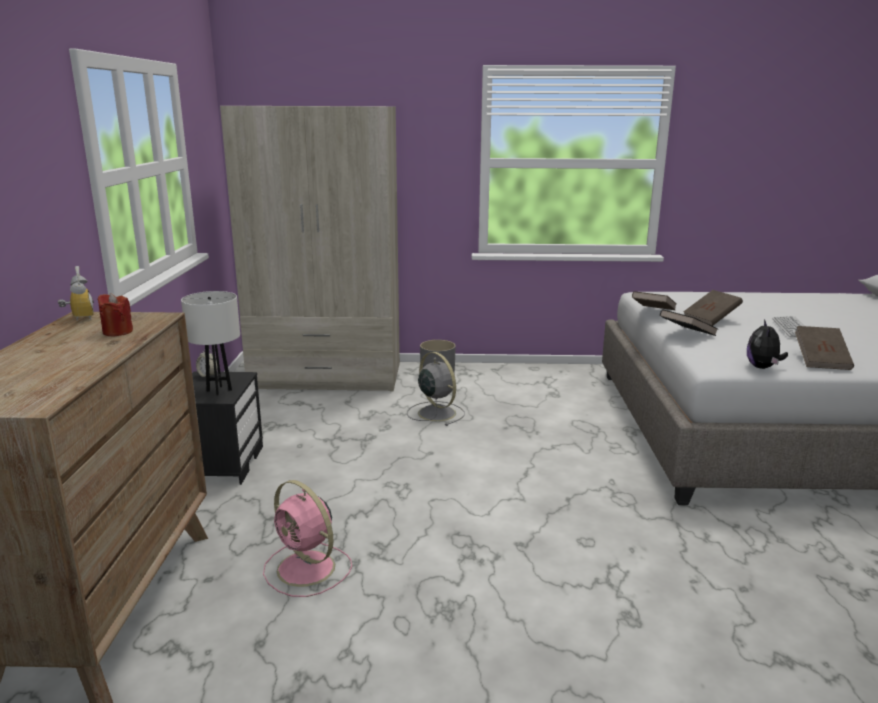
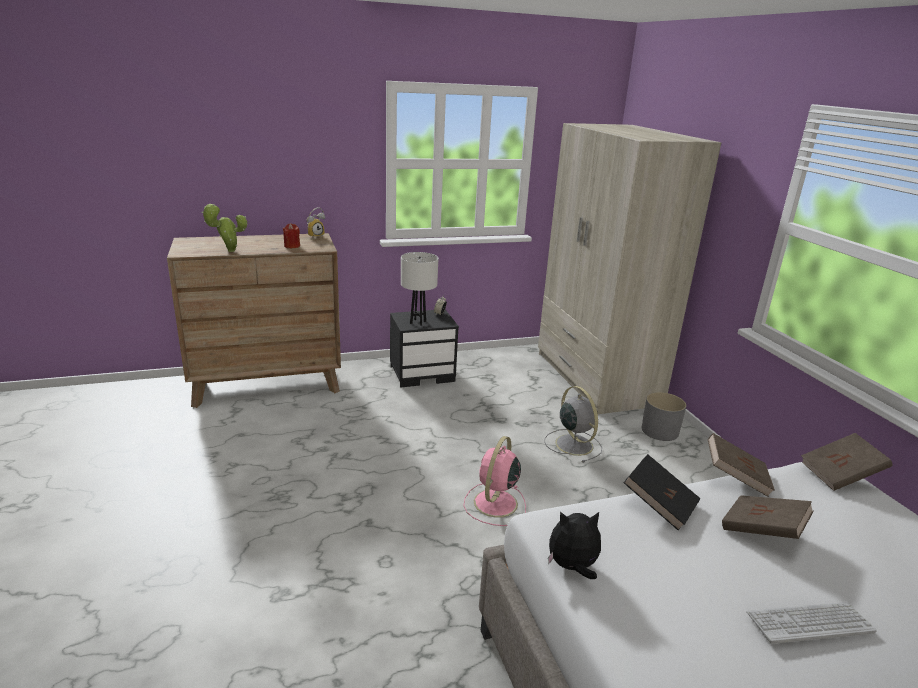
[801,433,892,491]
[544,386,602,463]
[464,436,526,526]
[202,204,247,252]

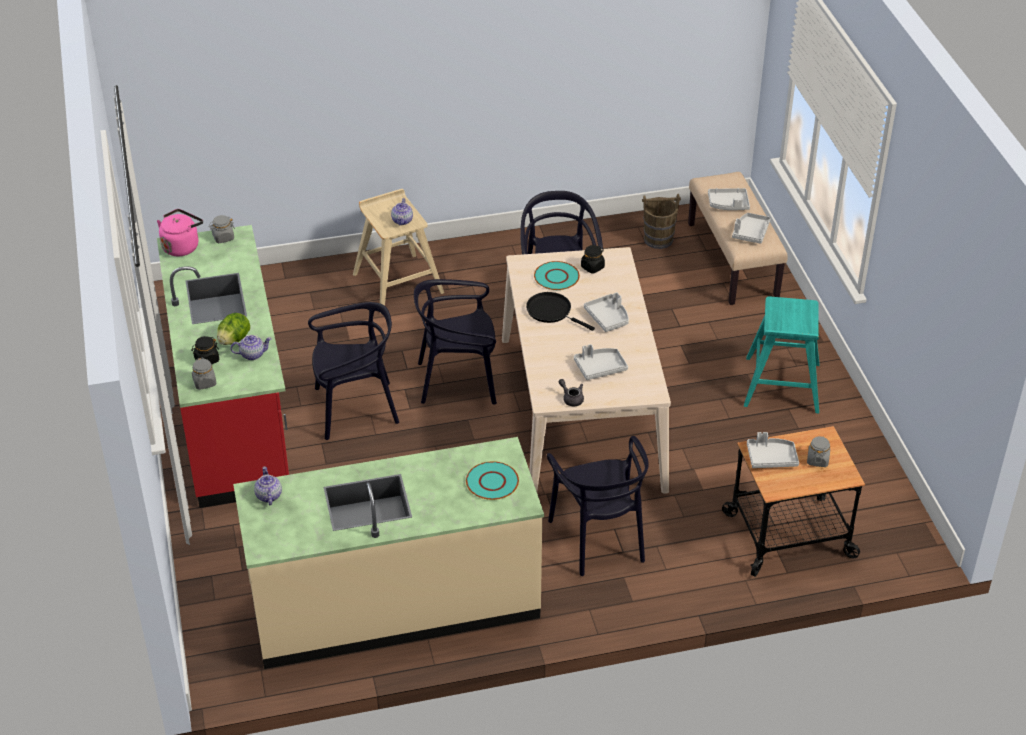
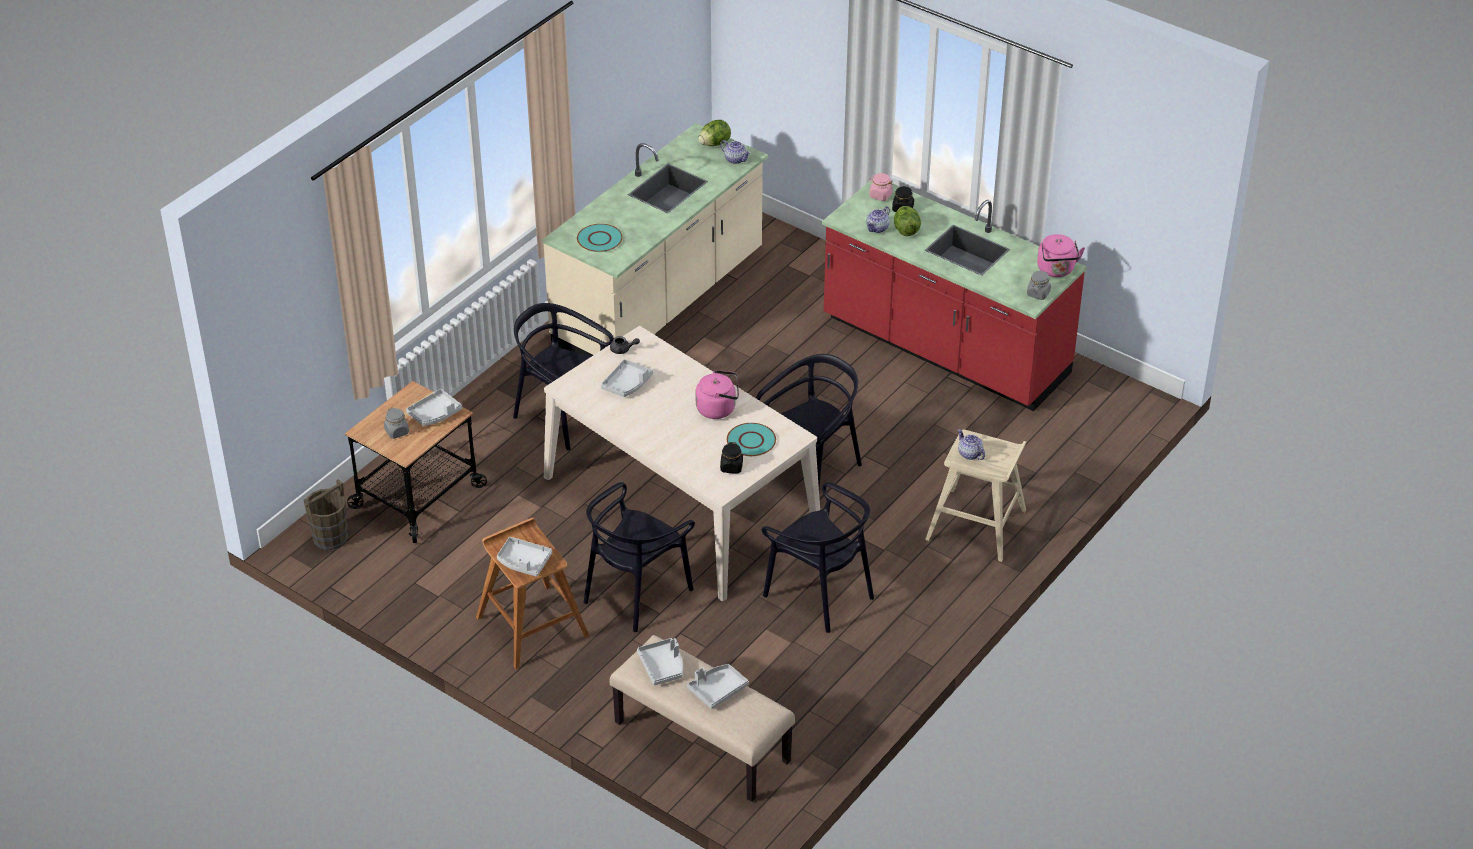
[304,479,348,550]
[696,370,739,419]
[497,537,552,577]
[476,518,589,669]
[584,482,695,632]
[869,173,893,201]
[698,120,731,146]

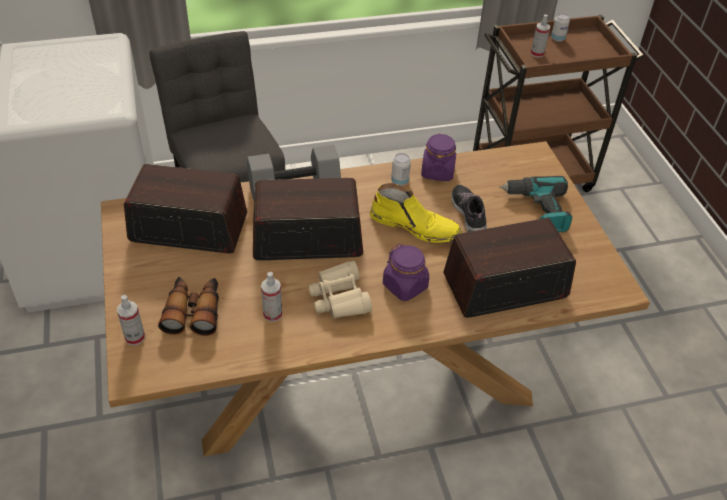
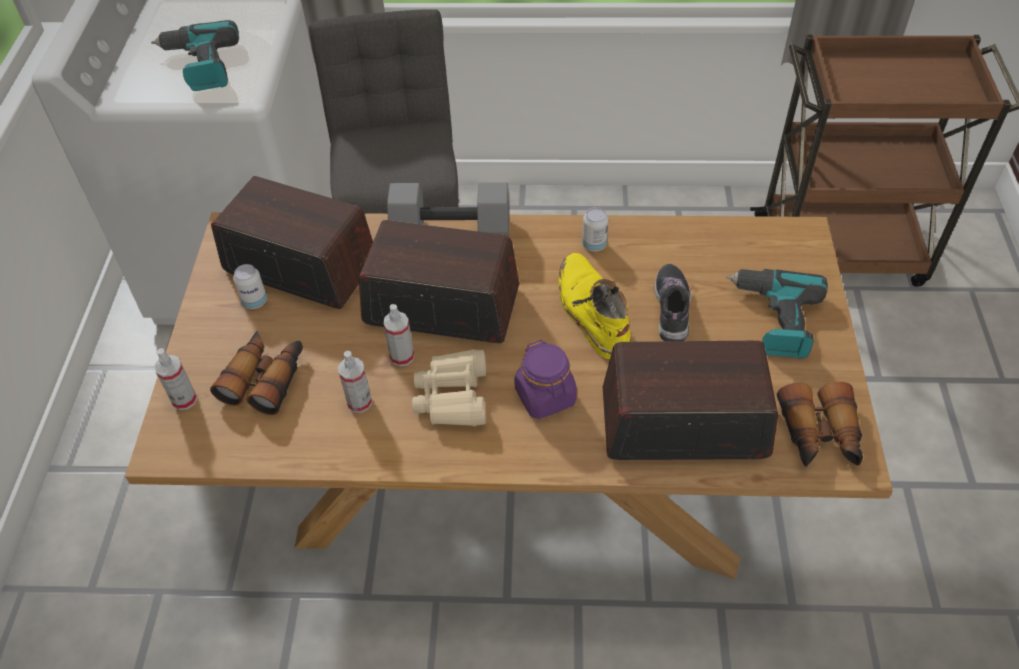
[233,264,267,309]
[383,304,414,366]
[421,133,456,181] (first image)
[559,253,631,359]
[151,20,239,91]
[777,382,863,467]

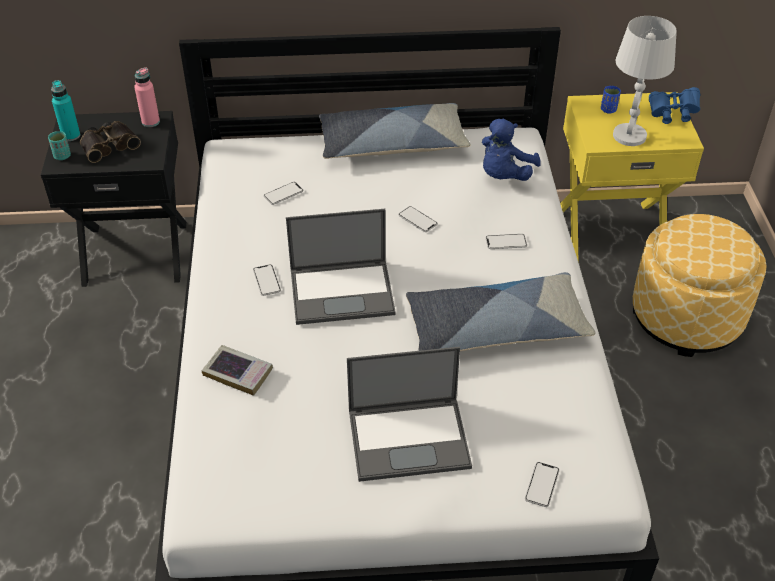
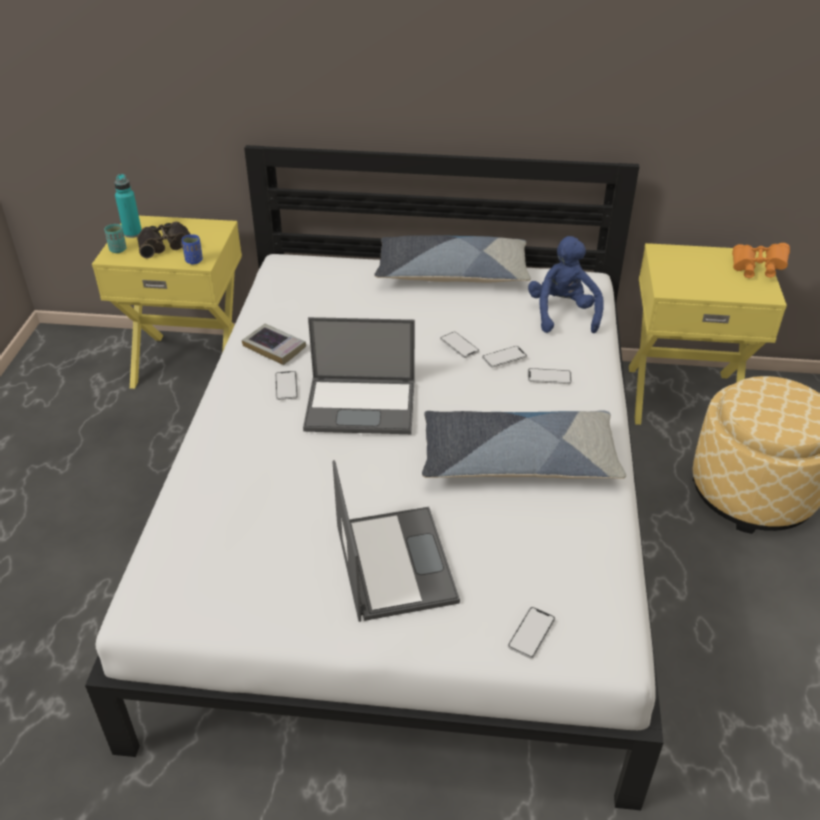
[613,16,677,146] (first image)
[134,67,160,127] (first image)
[182,234,203,264]
[732,243,790,278]
[92,216,242,389]
[528,236,604,333]
[482,346,527,368]
[242,323,306,365]
[333,460,460,622]

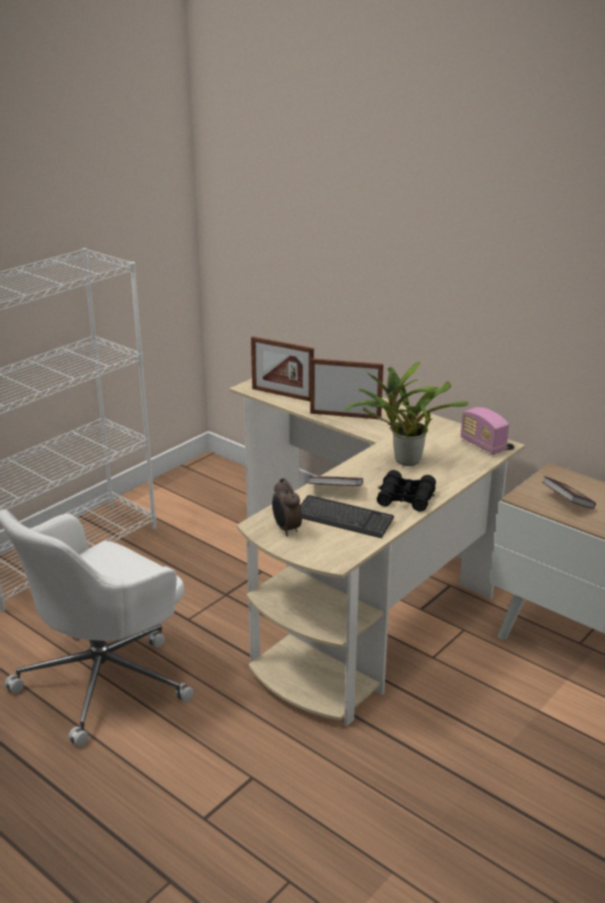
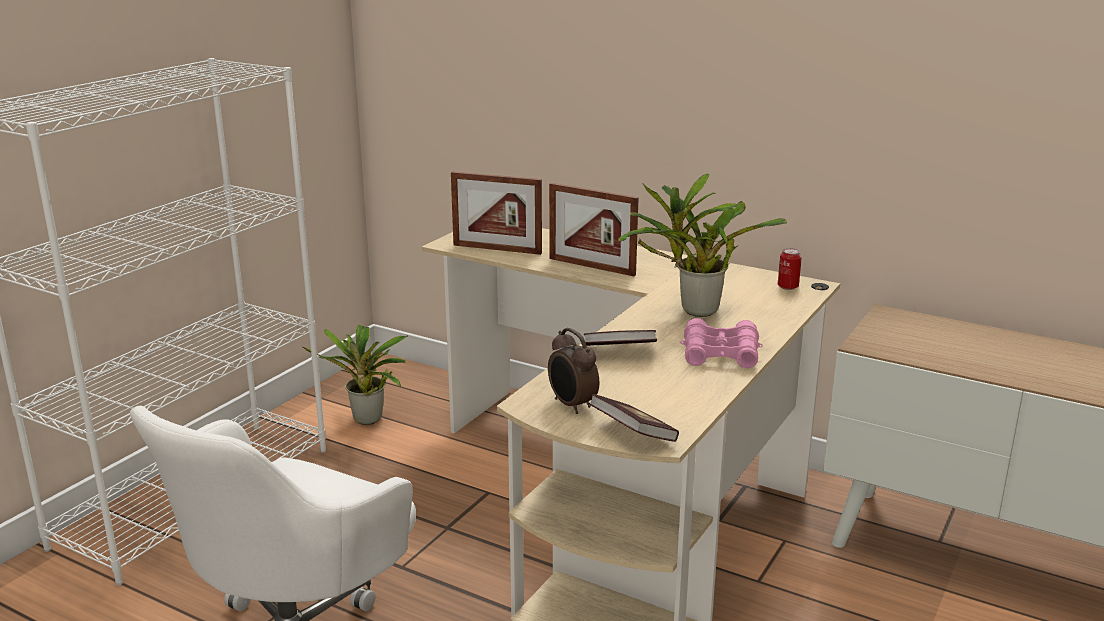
[549,183,639,276]
[778,248,802,290]
[680,318,763,368]
[589,394,679,442]
[300,495,394,538] (first image)
[303,324,408,425]

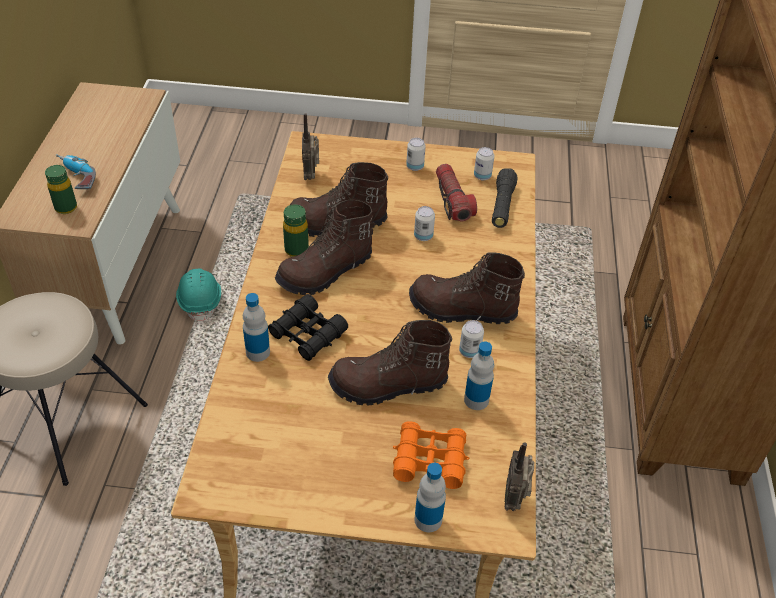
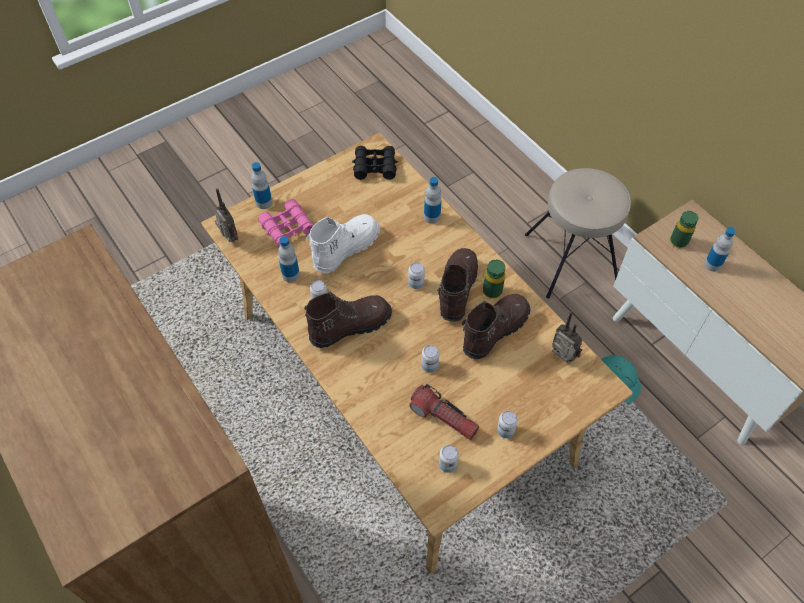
[704,227,736,272]
[492,168,518,228] (first image)
[352,146,398,180]
[306,214,380,273]
[258,199,314,247]
[408,262,425,289]

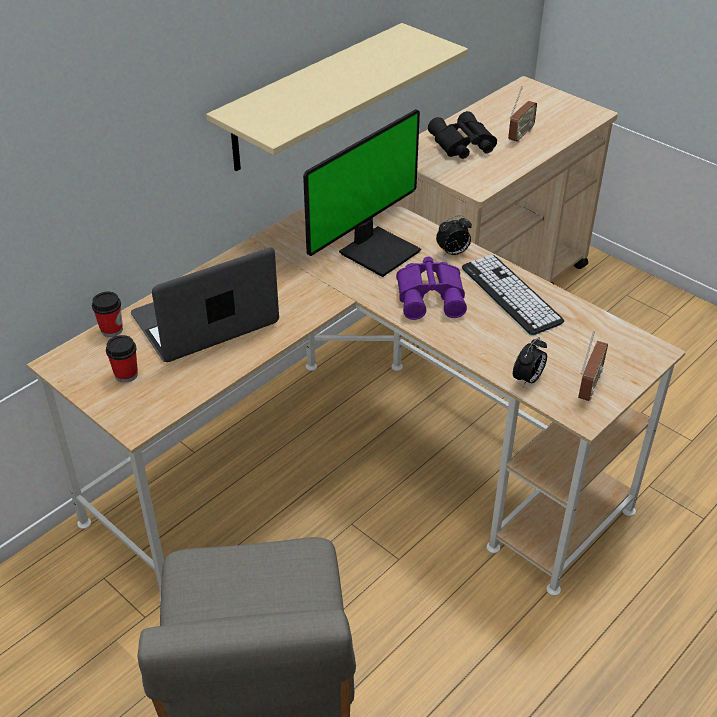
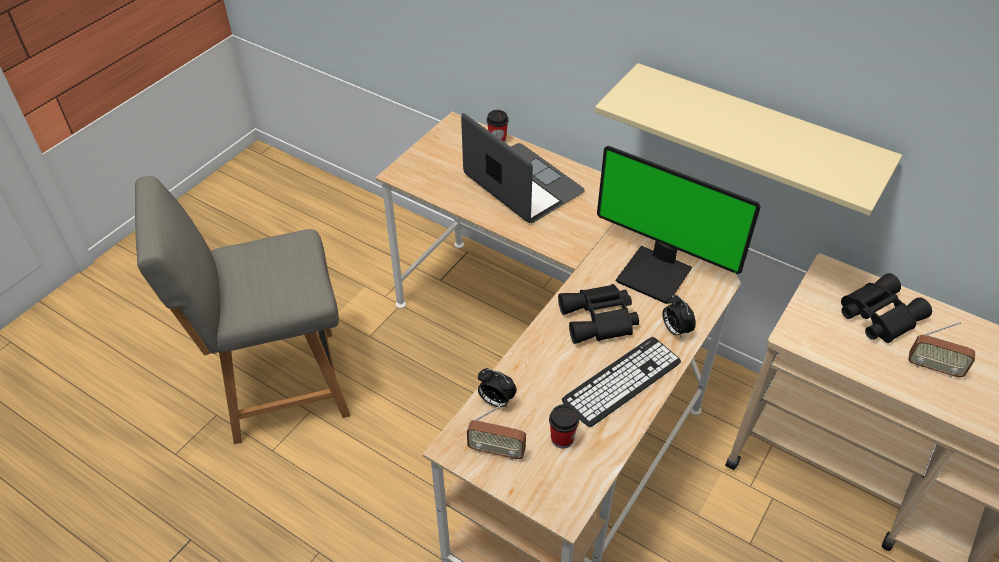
[558,284,639,344]
[549,404,579,448]

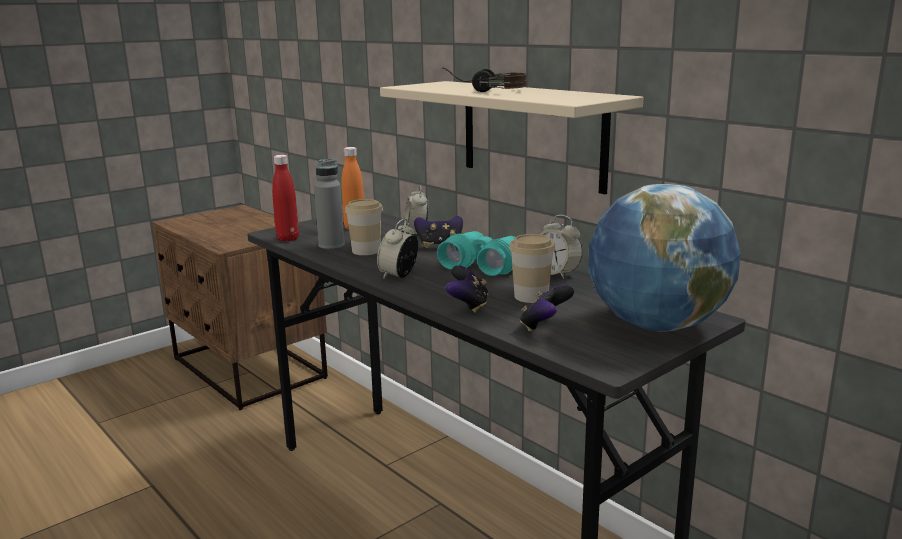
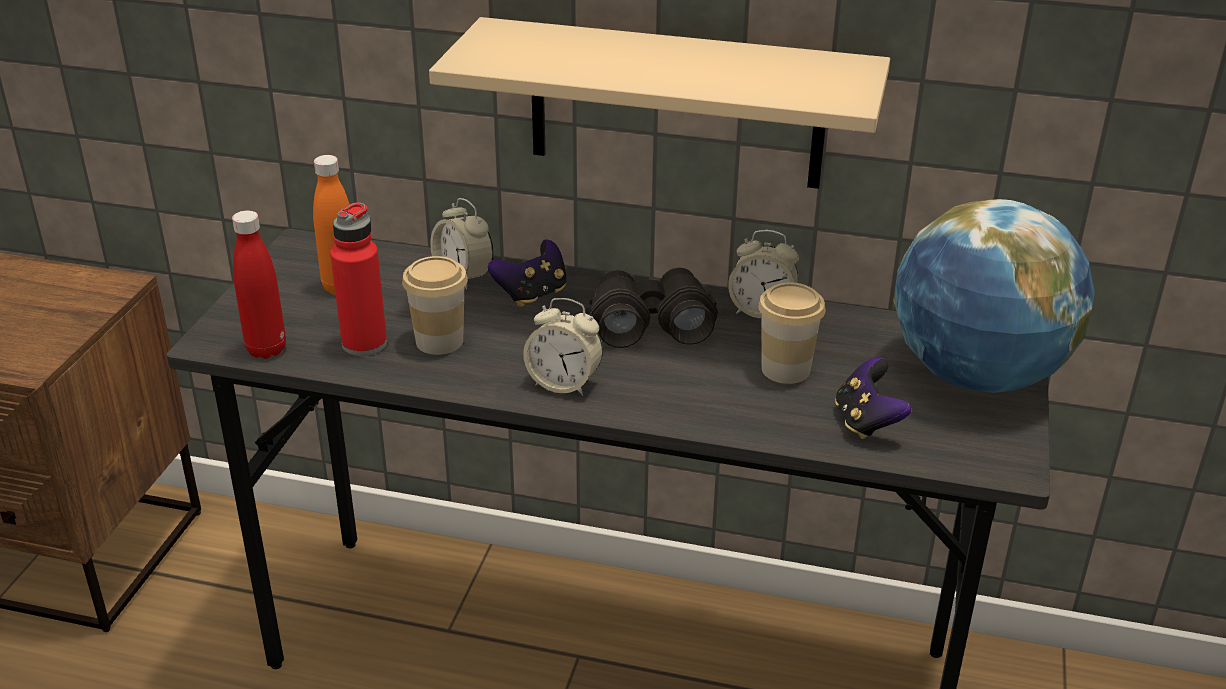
[442,67,527,92] (first image)
[330,202,387,356]
[523,298,603,396]
[586,268,718,348]
[446,265,488,313] (first image)

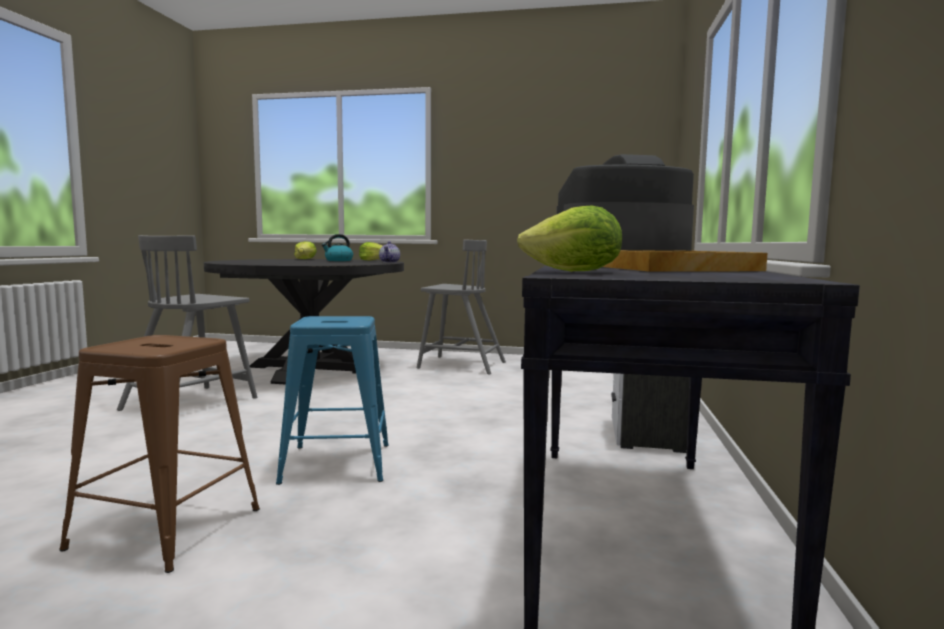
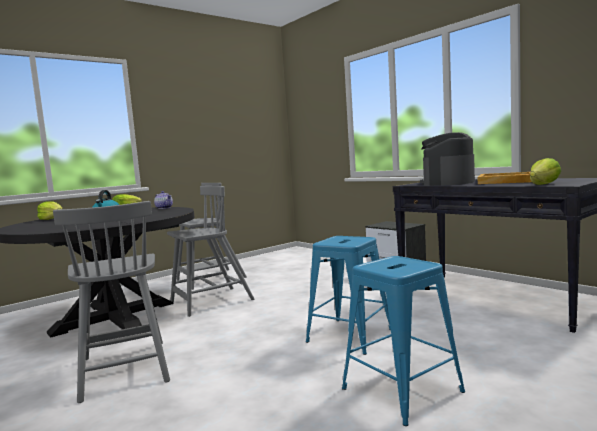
[342,256,465,426]
[167,186,254,317]

